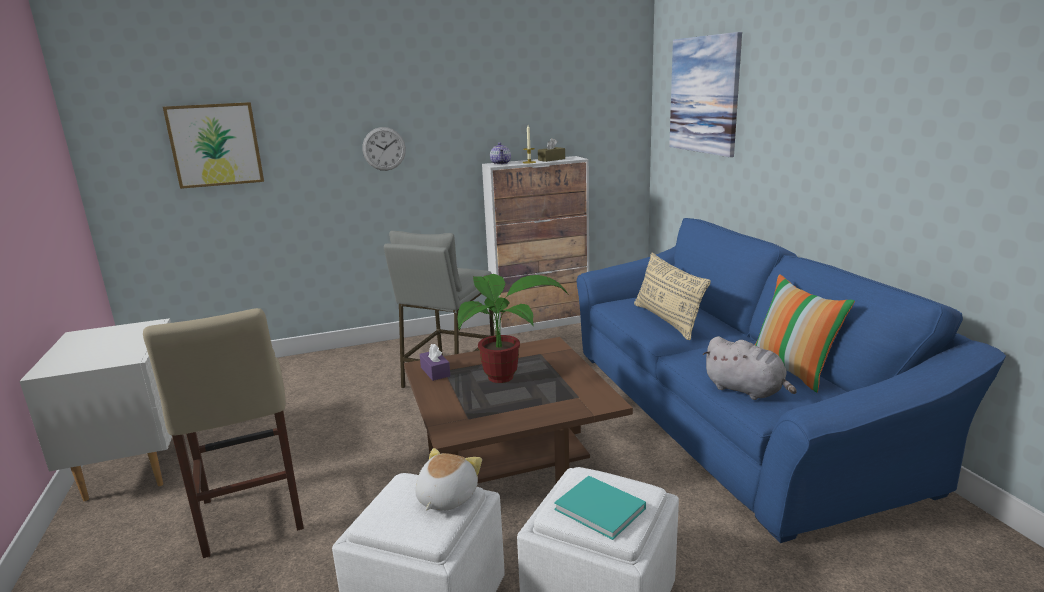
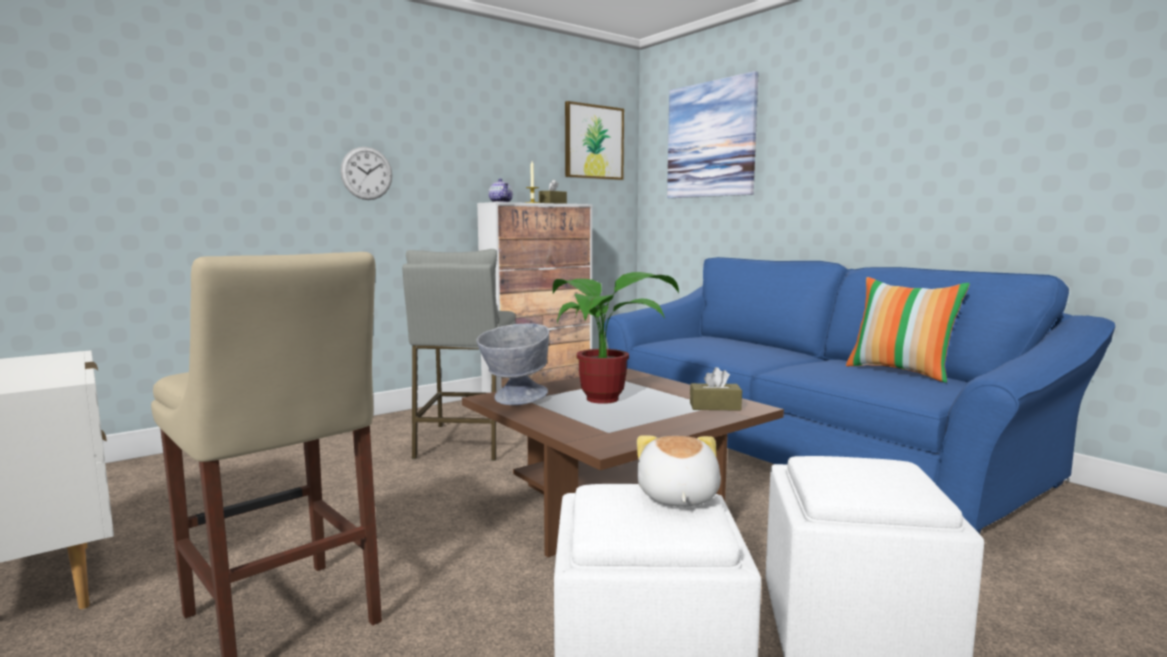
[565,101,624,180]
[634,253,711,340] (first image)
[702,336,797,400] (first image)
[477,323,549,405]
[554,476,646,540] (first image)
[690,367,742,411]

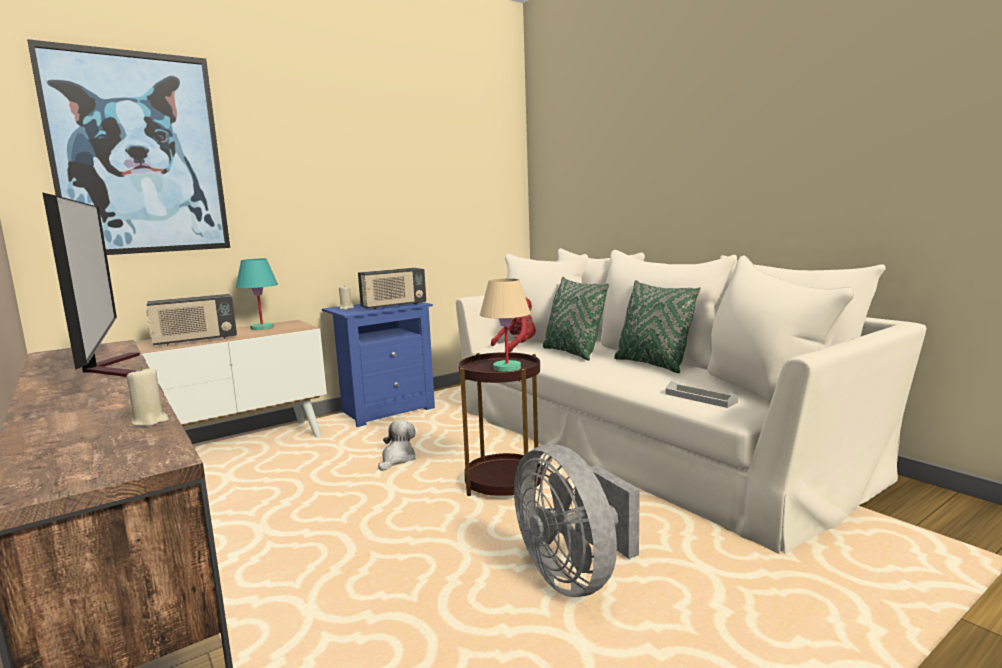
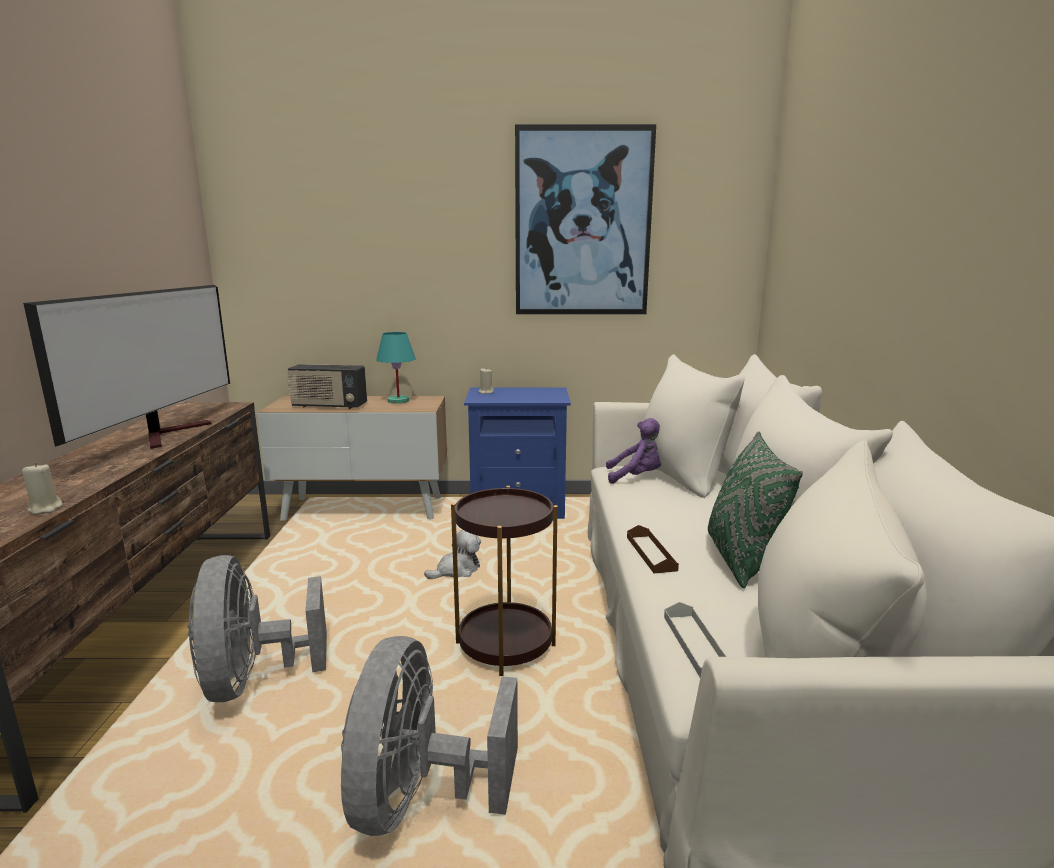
[515,124,656,314]
[358,268,426,309] (first image)
[543,276,609,361] (first image)
[480,278,531,372] (first image)
[606,418,661,484]
[627,525,679,574]
[187,555,327,702]

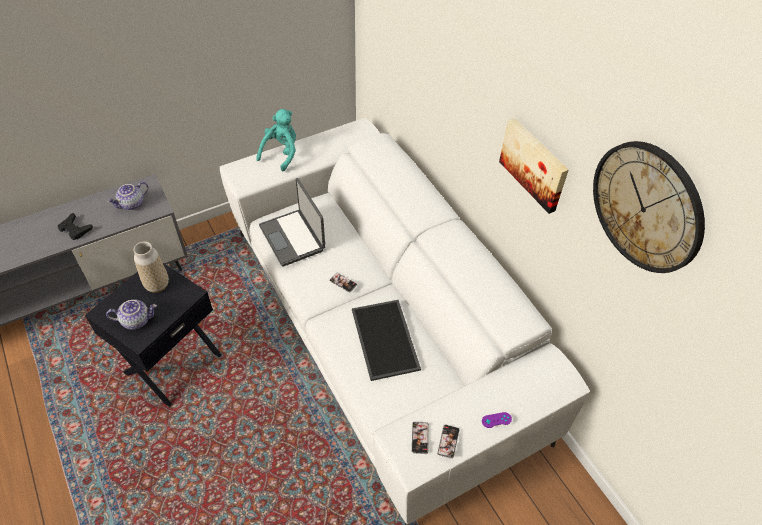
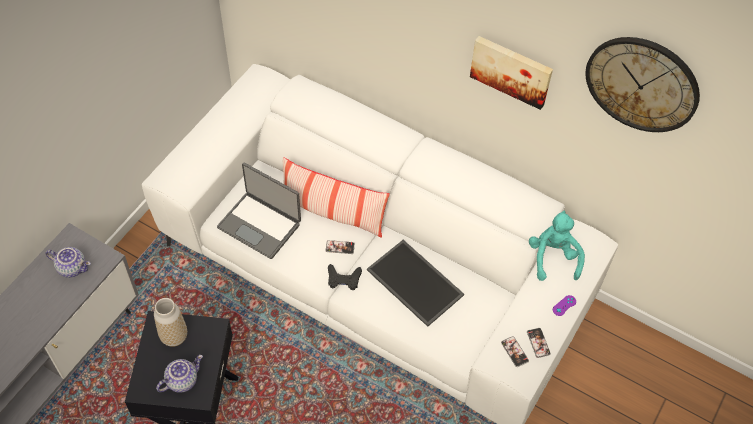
[529,211,585,281]
[45,247,91,278]
[328,264,362,290]
[283,157,390,238]

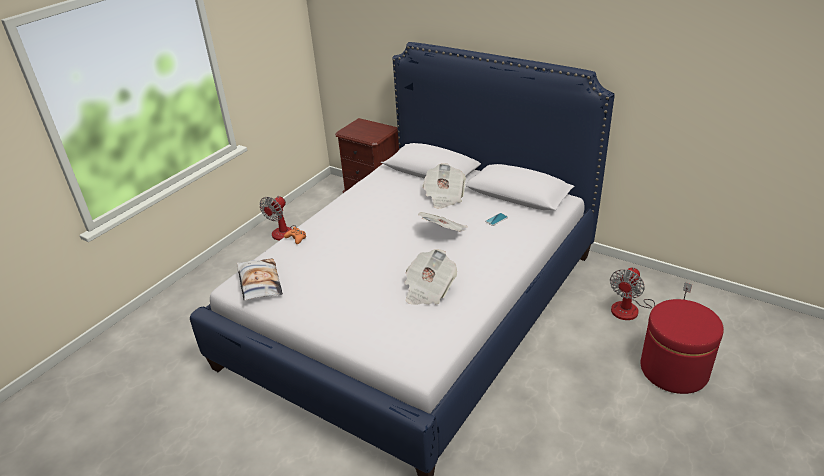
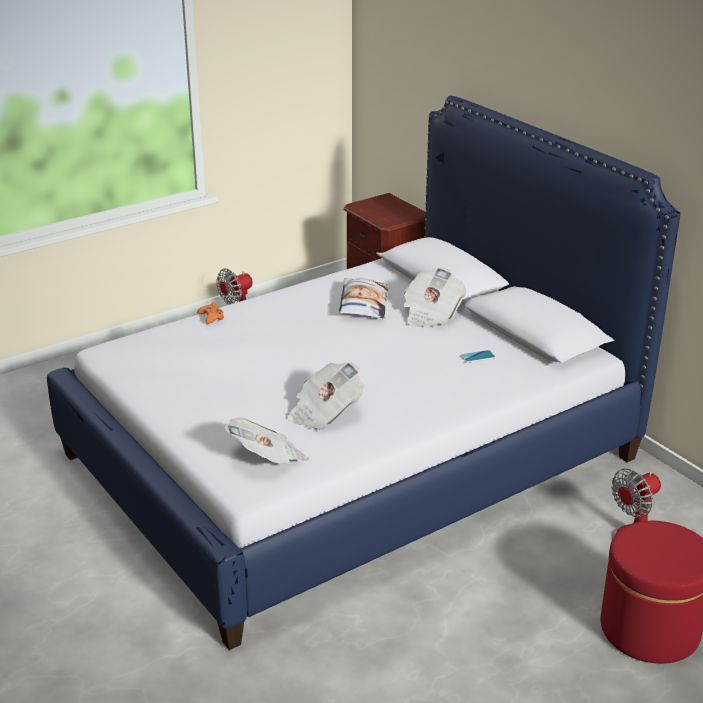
[224,418,309,464]
[339,278,388,318]

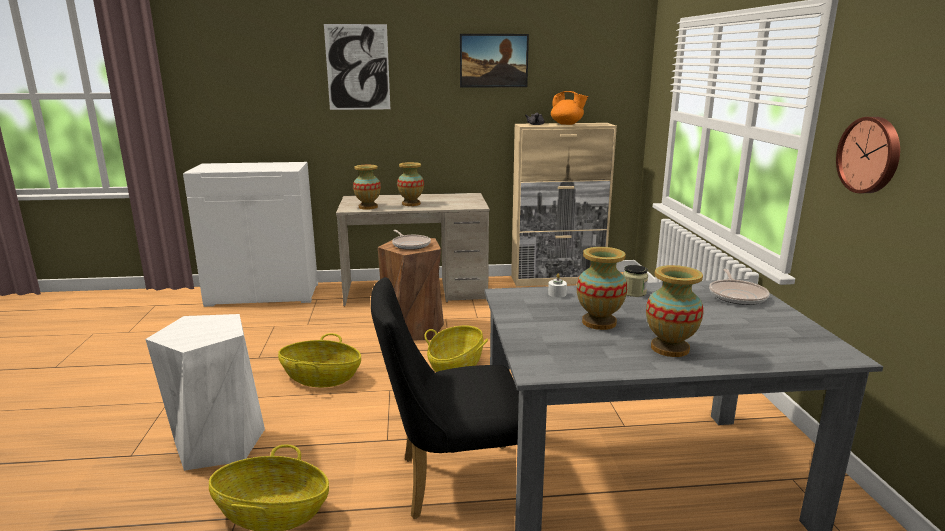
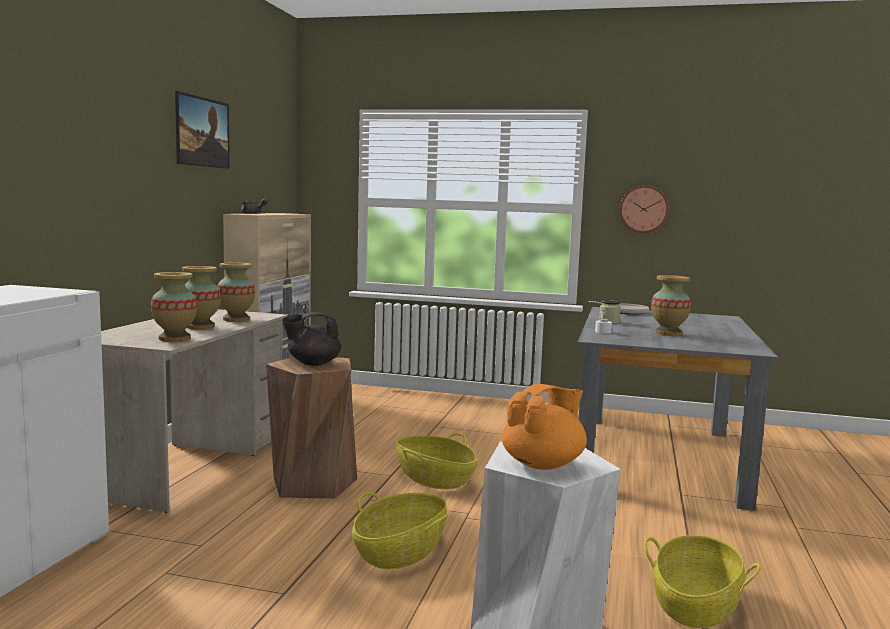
[324,24,390,110] (first image)
[502,384,587,470]
[282,312,341,366]
[217,263,255,322]
[371,277,519,519] (first image)

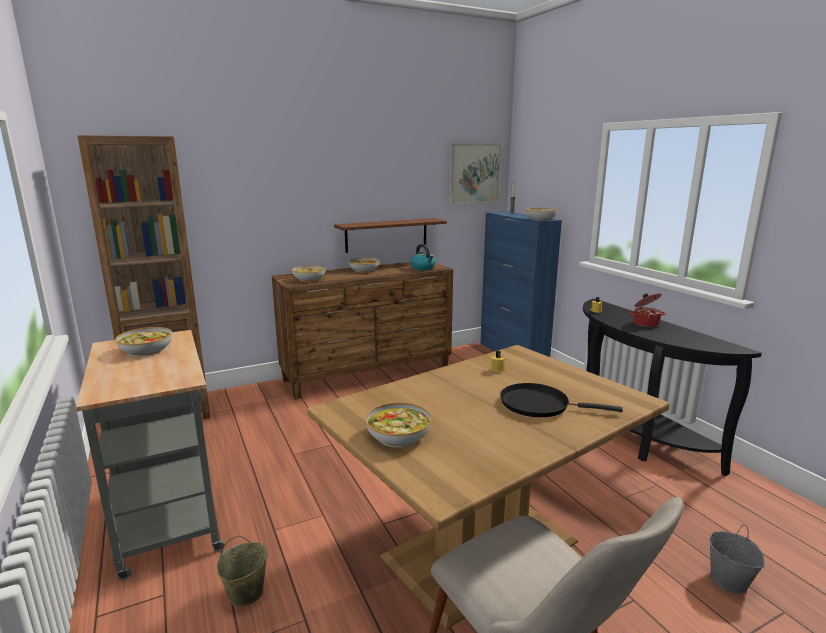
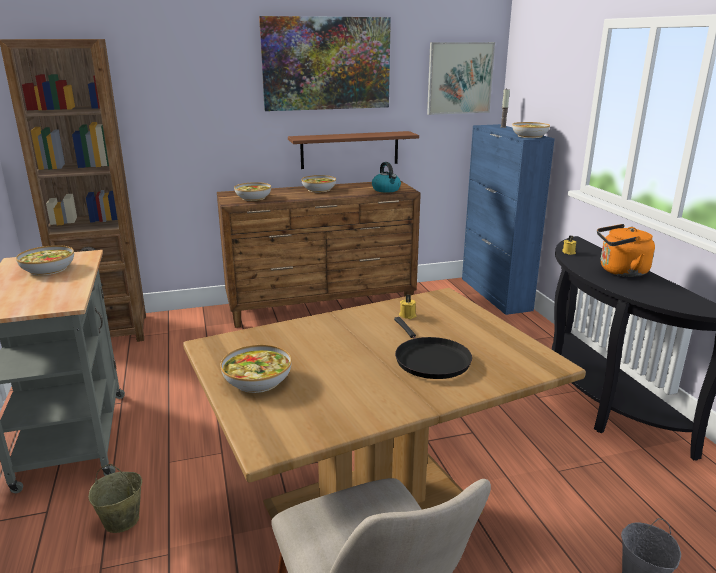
[597,224,655,277]
[394,317,472,379]
[259,16,391,111]

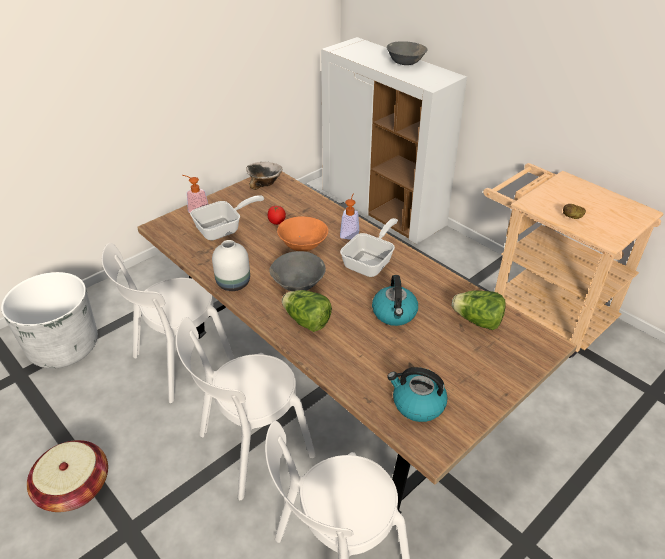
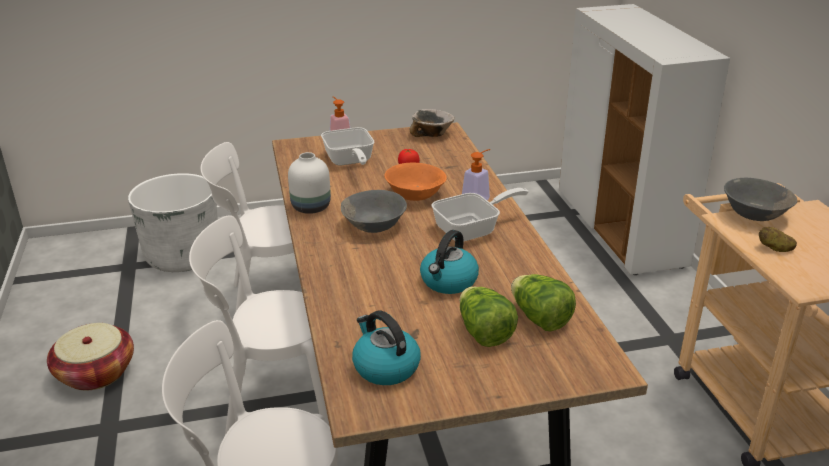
[724,178,797,221]
[321,127,374,166]
[459,286,518,347]

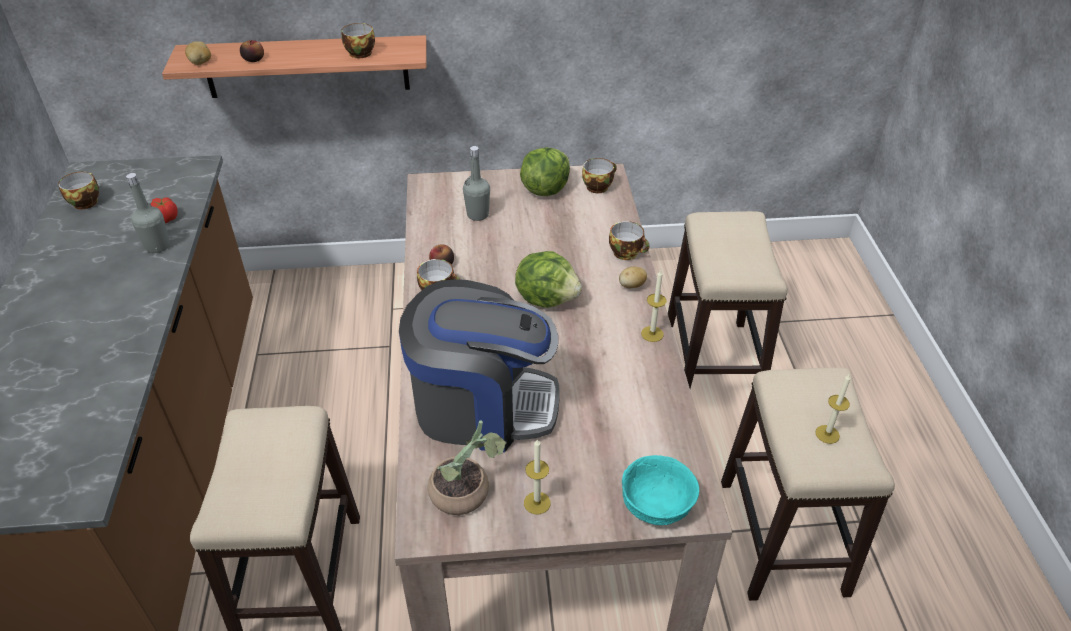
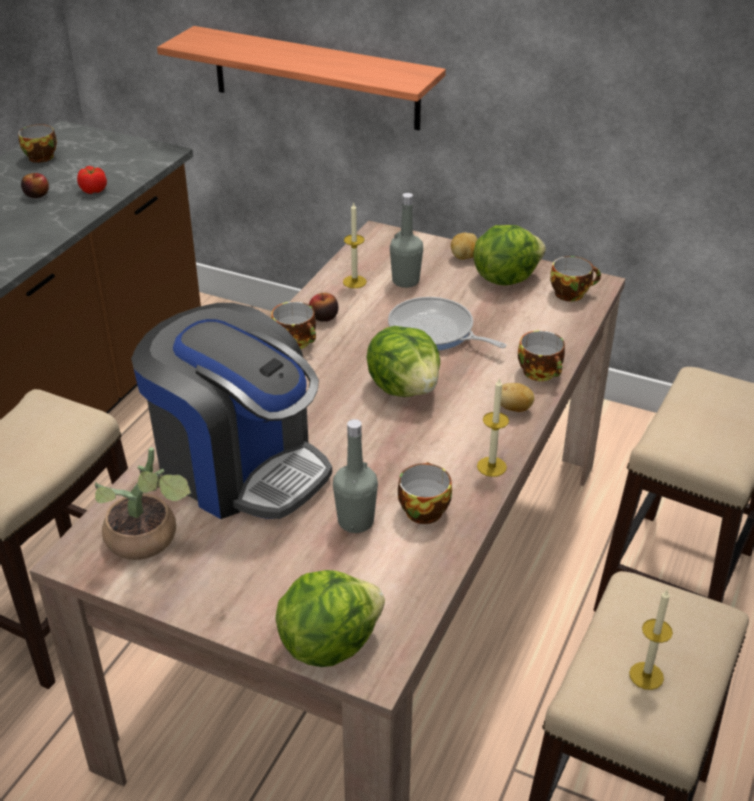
[398,462,452,524]
[21,173,49,198]
[451,232,478,260]
[333,419,378,533]
[343,202,367,288]
[276,570,385,667]
[388,297,506,351]

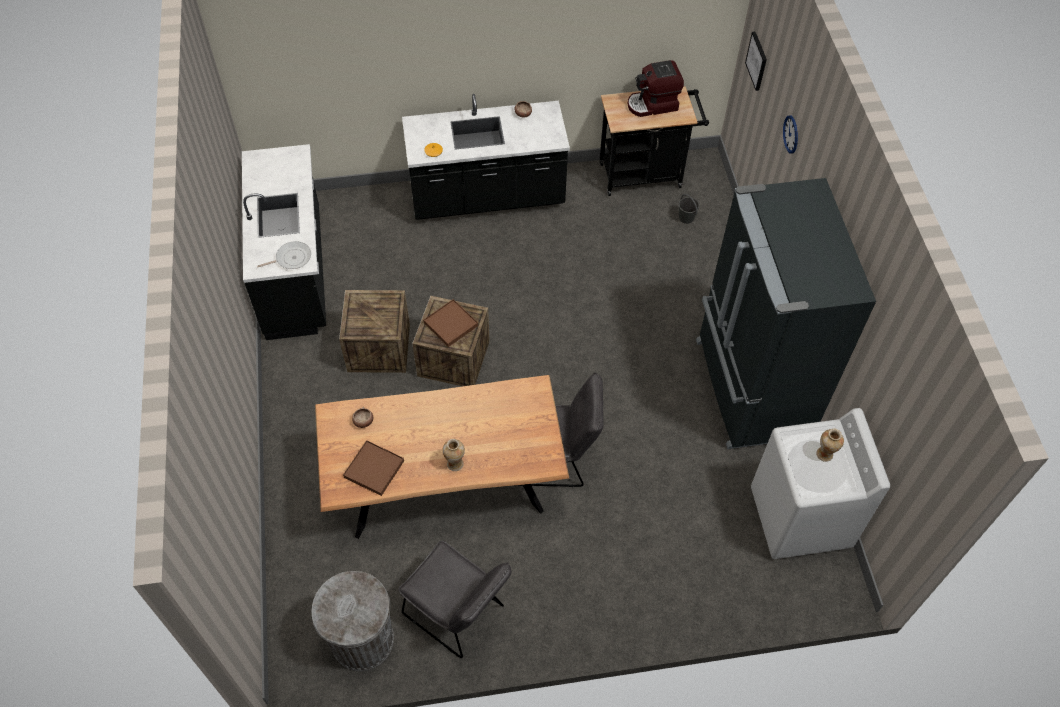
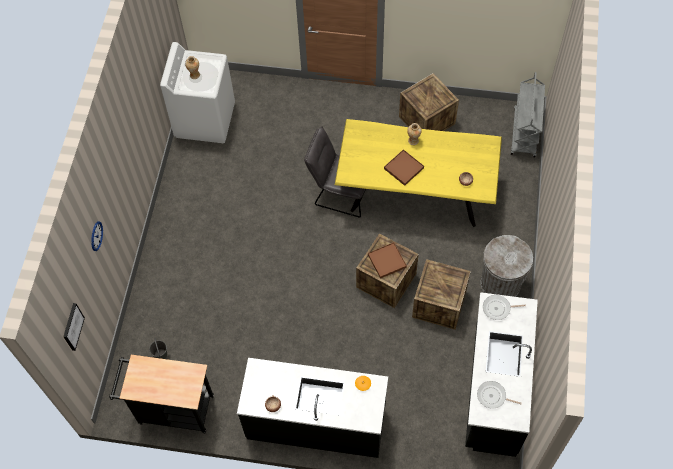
[628,60,684,117] (first image)
[696,178,876,449] (first image)
[335,119,502,227]
[384,149,424,186]
[399,73,459,131]
[481,235,533,297]
[510,72,545,157]
[477,381,522,409]

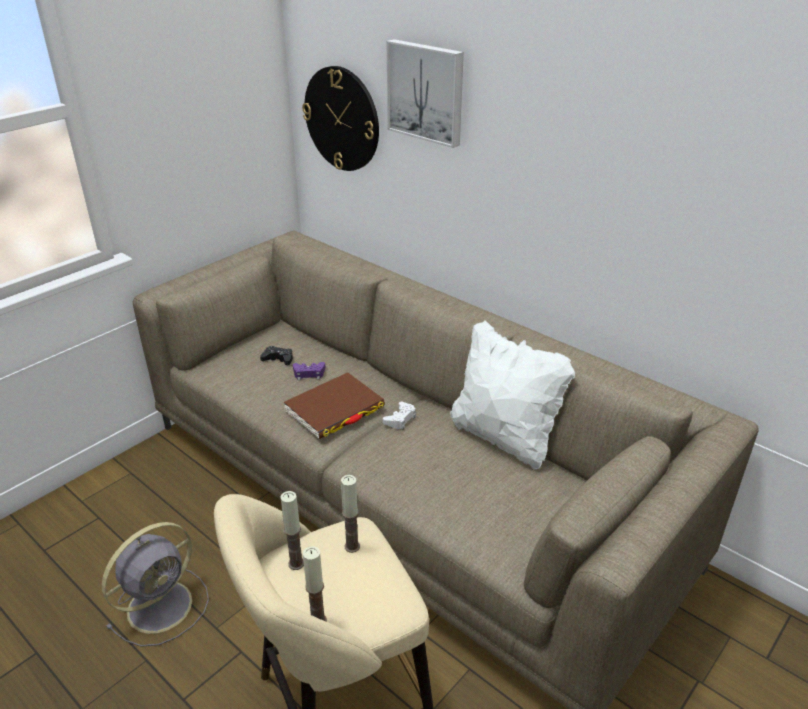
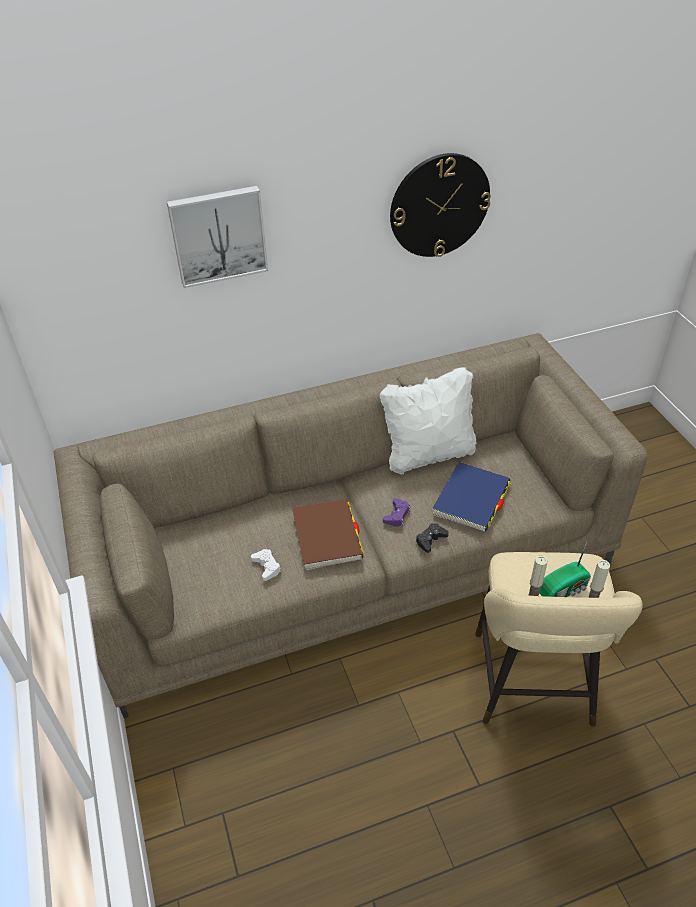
[390,153,491,257]
[416,523,449,553]
[383,498,411,527]
[251,549,281,581]
[341,475,360,553] (first image)
[102,522,209,647] (first image)
[433,462,511,532]
[539,542,591,597]

